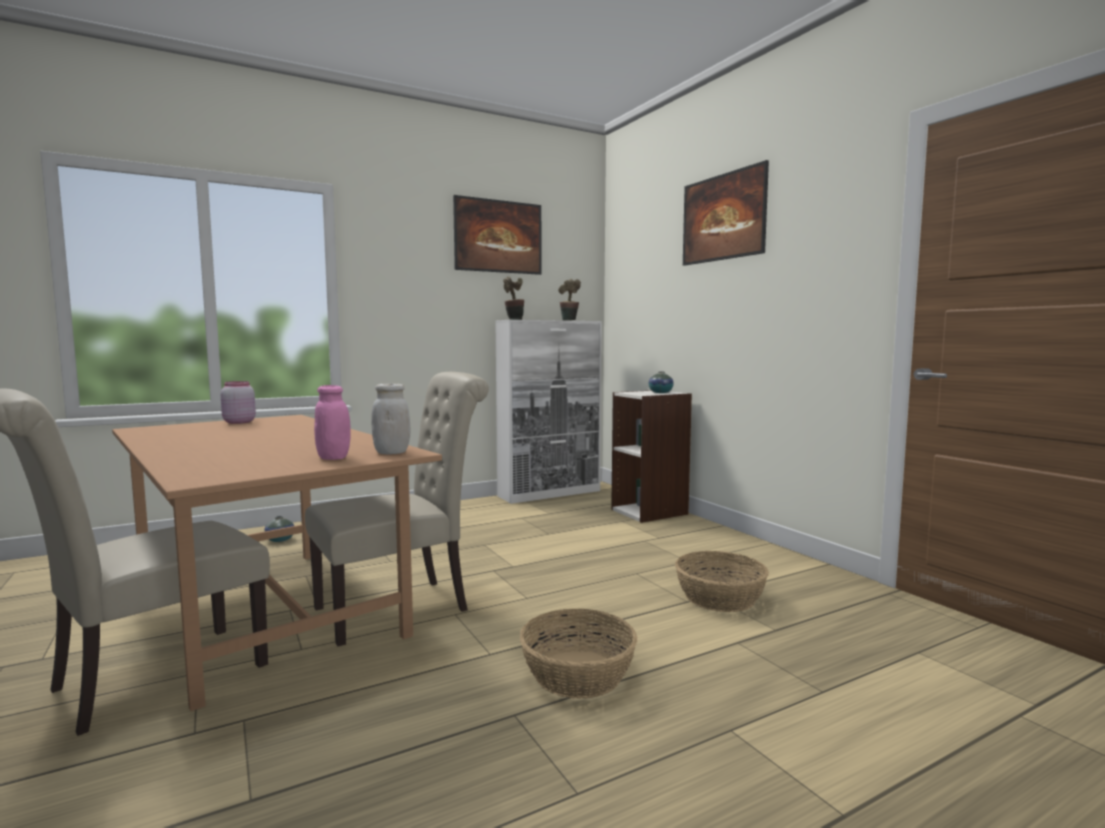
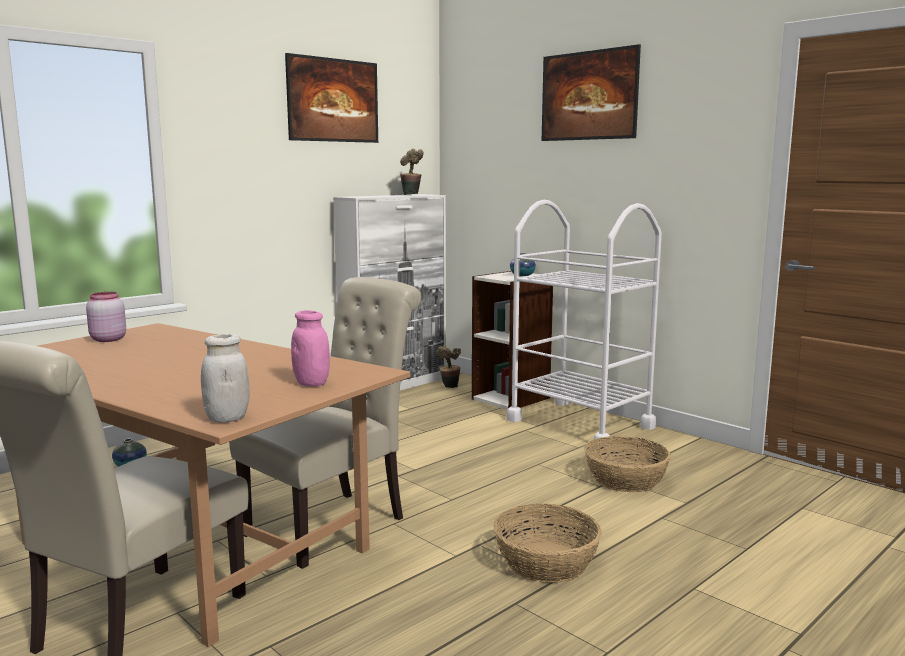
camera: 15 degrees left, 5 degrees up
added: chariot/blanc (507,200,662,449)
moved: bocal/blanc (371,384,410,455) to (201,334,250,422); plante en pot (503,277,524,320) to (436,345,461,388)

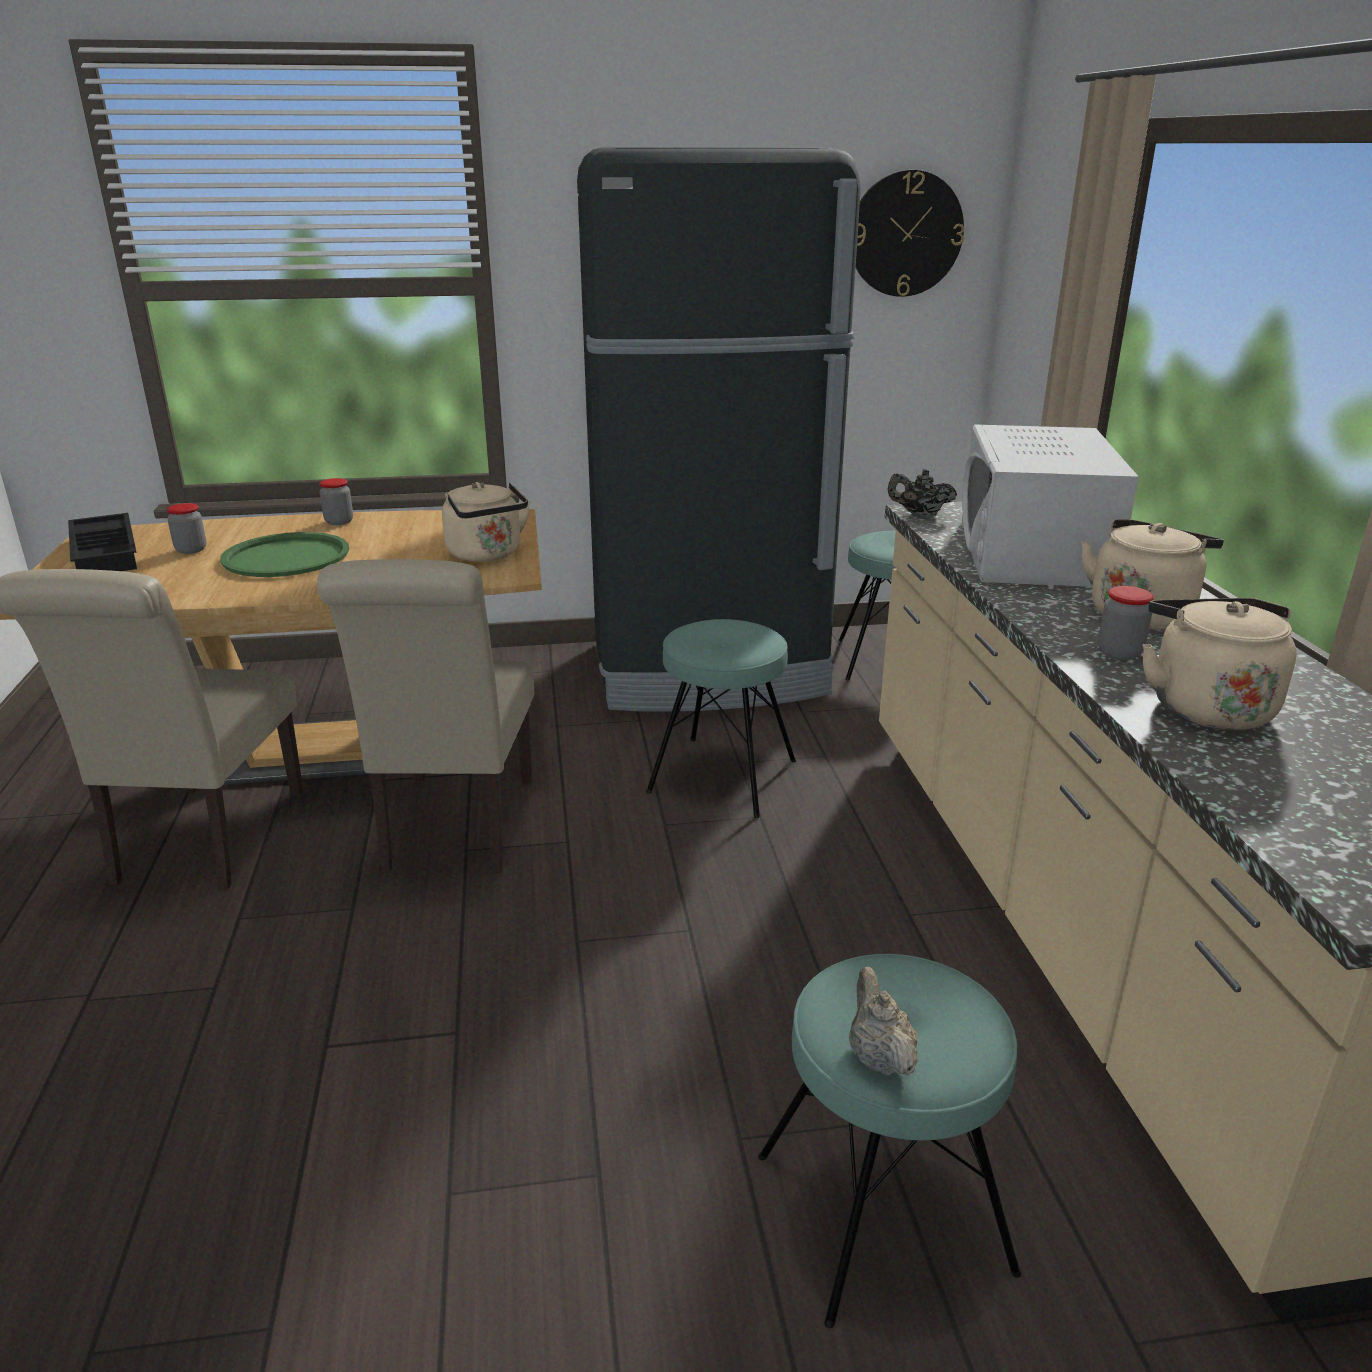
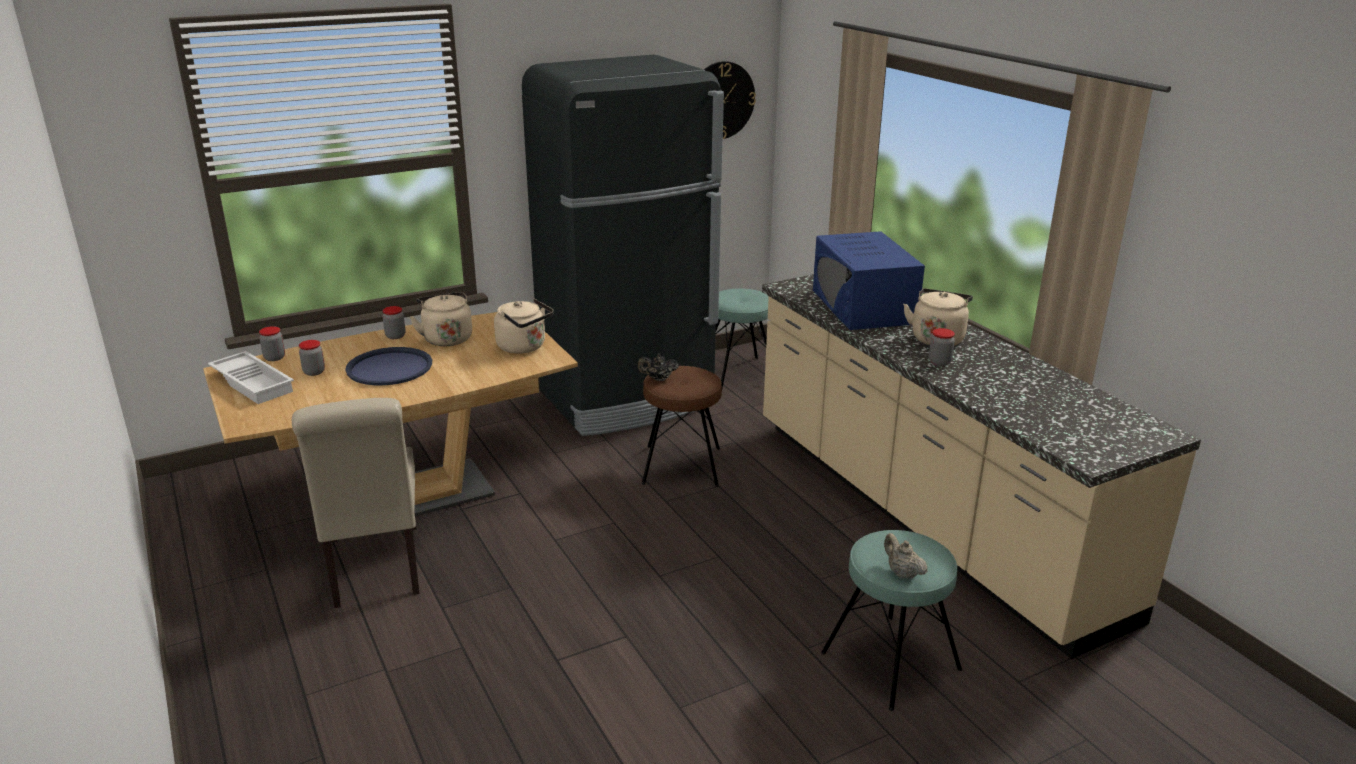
camera: 20 degrees left, 0 degrees up
removed: chaise/beige (317,559,534,873)
added: bocal (259,326,285,361)
moved: théière/noir (887,469,957,518) to (638,353,679,381); bouilloire/beige (1143,598,1297,730) to (410,292,472,346)
recoloured: plateau/noir (68,513,137,571) to plateau/blanc (208,351,294,404); plateau/vert (220,532,349,577) to plateau/bleu (345,347,432,386); tabouret/turquoise (646,619,796,818) to tabouret/marron (642,366,722,487); micro-ondes/blanc (962,424,1139,587) to micro-ondes/bleu (813,231,925,330)

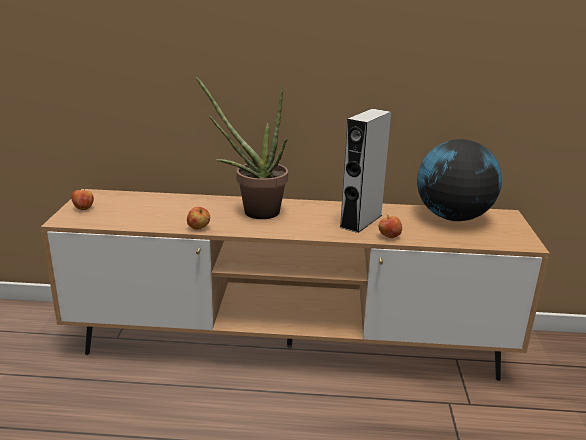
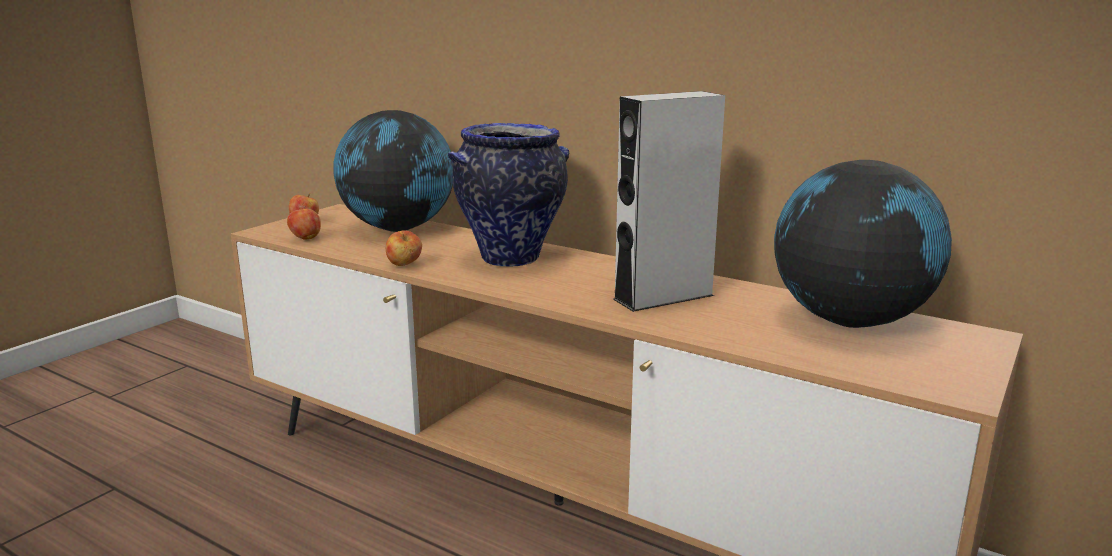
camera: 30 degrees right, 5 degrees down
added: globe (333,110,454,232)
moved: pomme (379,216,402,238) to (287,206,321,240)
replaced: plante en pot (196,76,288,219) to vase (448,123,569,267)

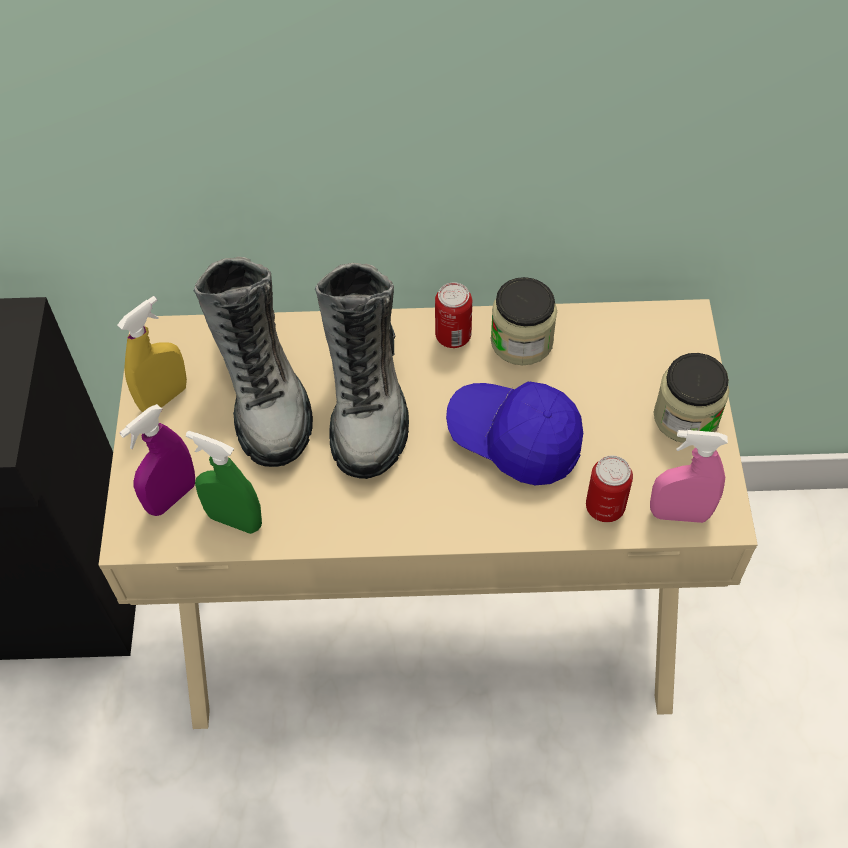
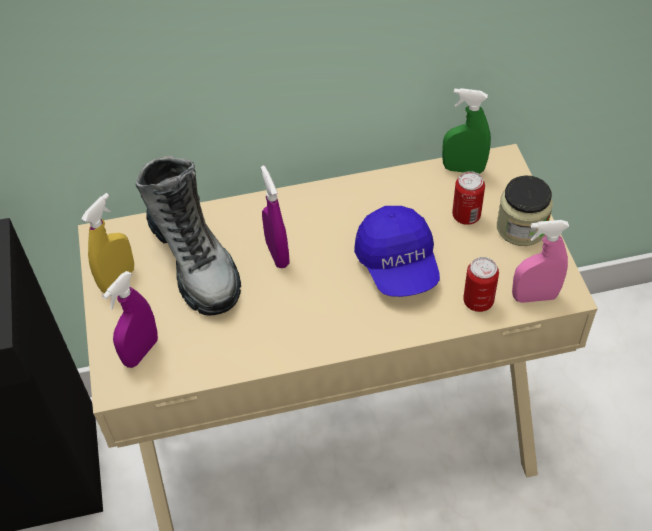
camera: 10 degrees left, 5 degrees down
removed: bocal (491,277,557,365)
moved: vaporisateur/vert (186,431,262,534) to (442,88,491,174); boîte métallique (435,282,472,348) to (452,171,485,225)
replaced: botte (315,263,409,479) to vaporisateur/violet (261,165,290,268)
turned: casquette/bleu (446,381,583,485) = (354,206,440,297) 120 degrees counterclockwise

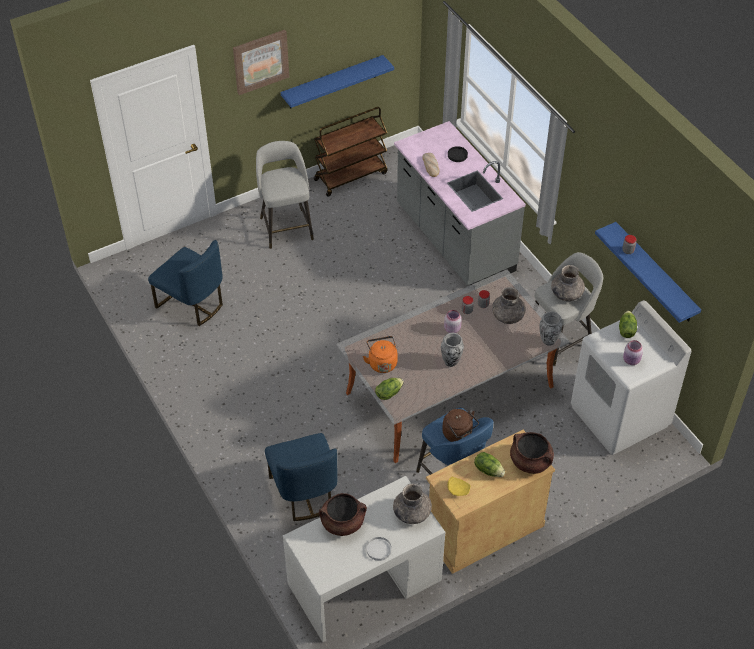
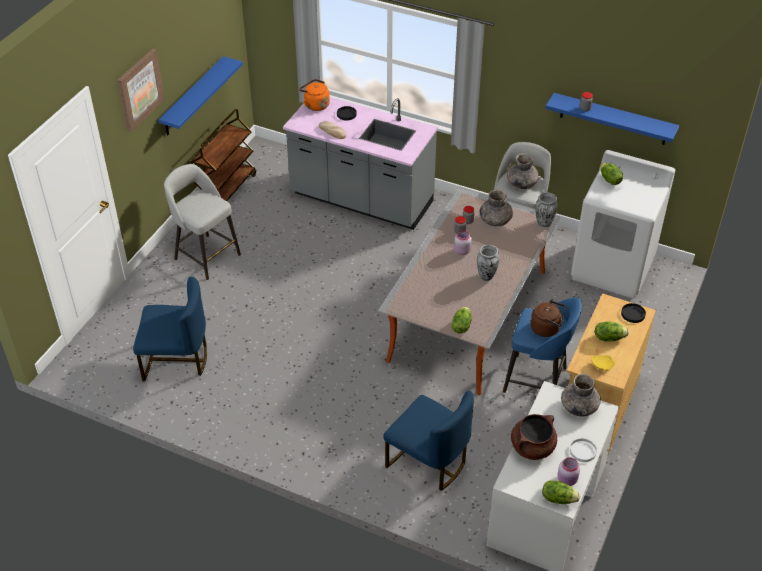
camera: 35 degrees left, 5 degrees down
added: laitue (542,480,580,504)
moved: bouilloire/orange (363,336,398,373) to (299,79,330,111); bocal/rose (623,340,643,365) to (557,457,580,486)
replaced: marmite/marron (510,432,554,474) to assiette/noir (621,303,646,323)

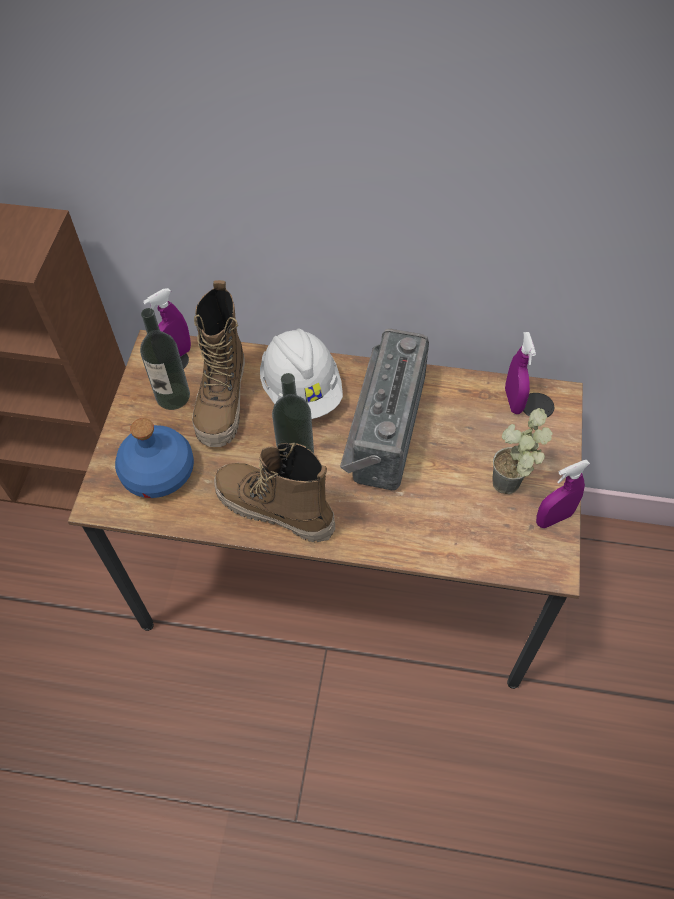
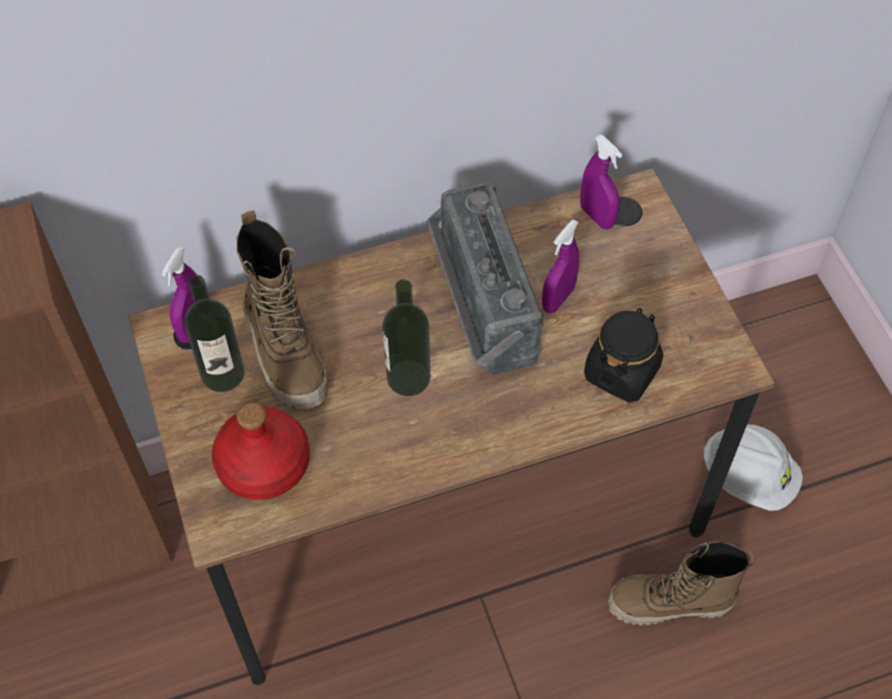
camera: 30 degrees left, 0 degrees up
removed: plante en pot (492,408,553,494)
added: bocal/noir (584,308,663,402)
moved: botte (214,443,335,542) to (608,541,755,625); casque de chantier/blanc (260,328,343,419) to (703,424,803,511); vaporisateur/violet (536,460,590,528) to (542,219,579,313)
recoloured: bouteille/bleu (115,418,194,498) to bouteille/rouge (212,402,310,500)

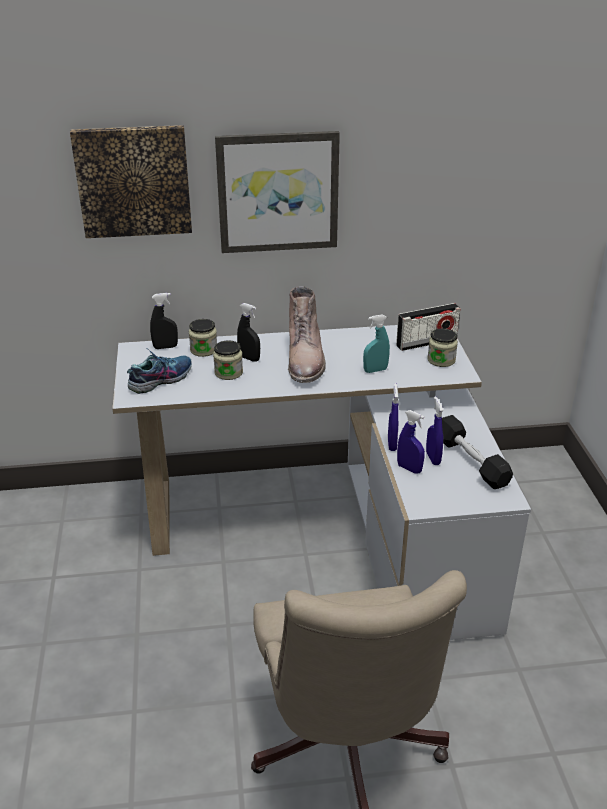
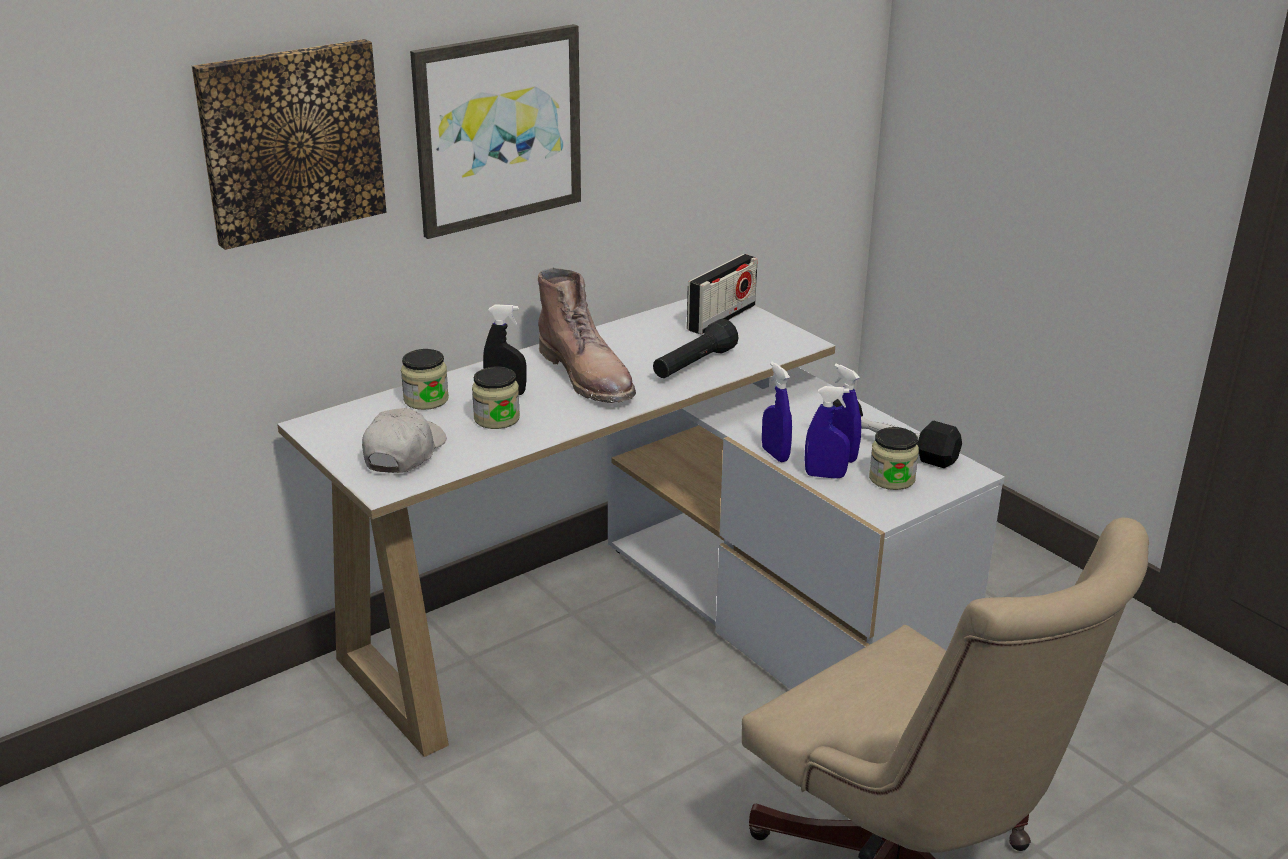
camera: 30 degrees left, 5 degrees down
removed: vaporisateur/noir (150,293,178,349)
moved: bocal (427,329,458,367) to (869,427,919,490)
replaced: chaussure (127,348,192,394) to casquette/blanc (362,408,447,473); vaporisateur/turquoise (363,314,390,373) to lampe de poche/noir (653,319,739,378)

